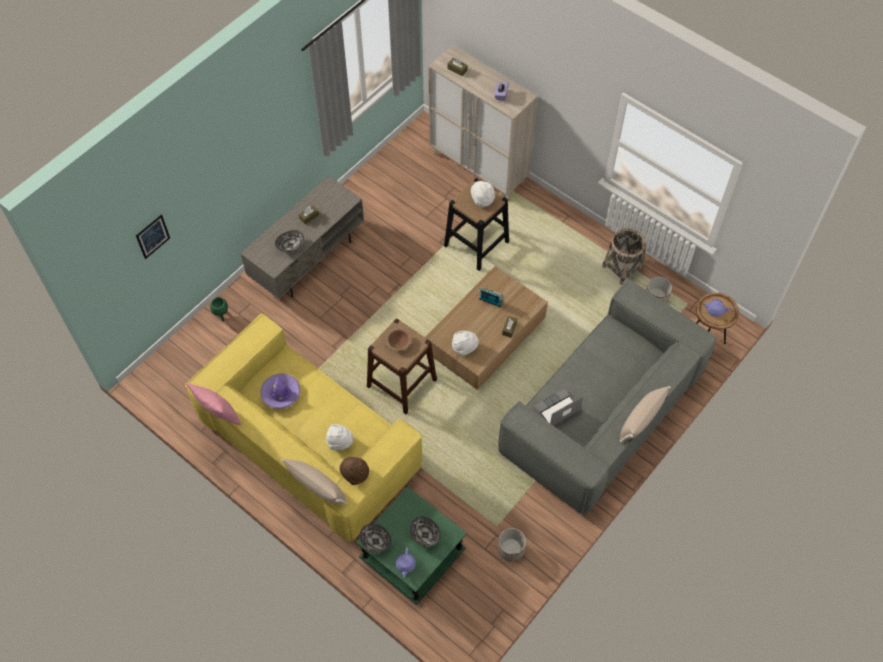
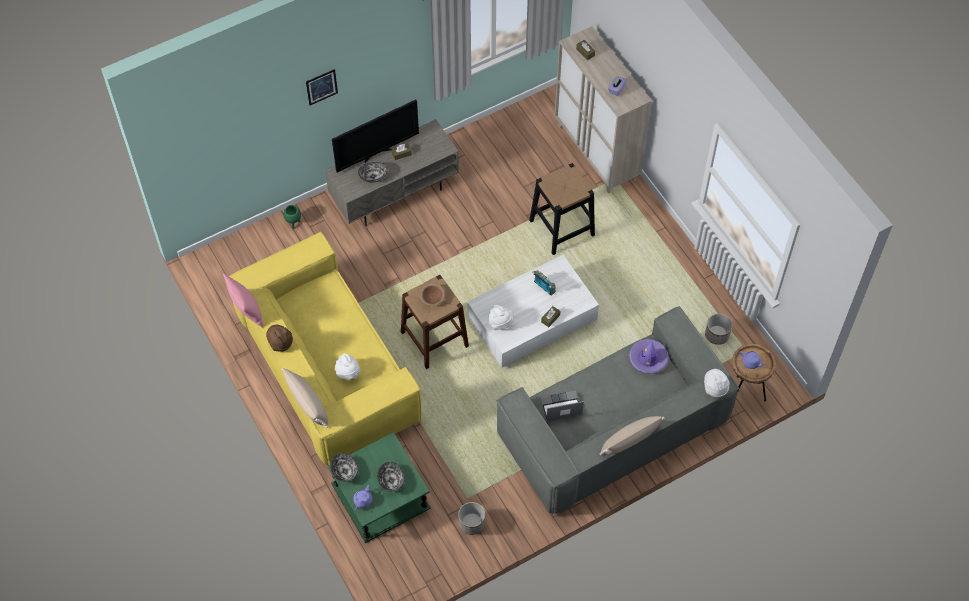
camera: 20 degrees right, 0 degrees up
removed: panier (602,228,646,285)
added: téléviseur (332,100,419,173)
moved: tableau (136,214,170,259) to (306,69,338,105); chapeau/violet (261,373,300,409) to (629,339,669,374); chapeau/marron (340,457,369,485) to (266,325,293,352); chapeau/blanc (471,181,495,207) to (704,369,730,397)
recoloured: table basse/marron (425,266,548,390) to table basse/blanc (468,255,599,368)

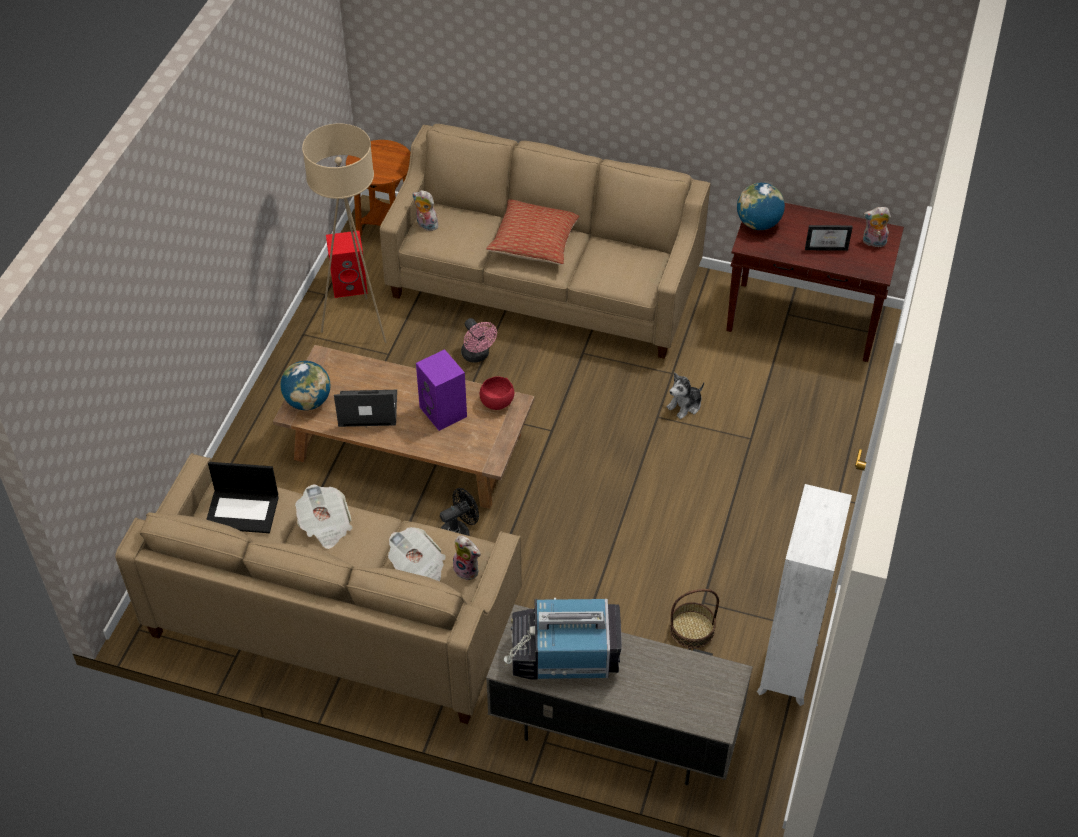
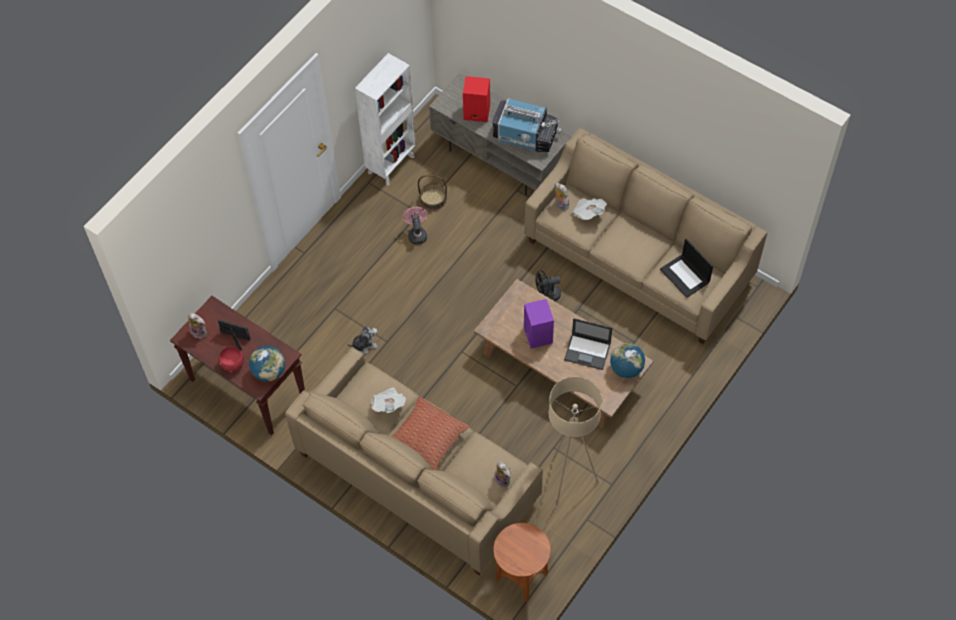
camera: 160 degrees left, 10 degrees up
moved: journal (295,484,353,549) to (371,388,407,413); enceinte/rouge (326,231,368,298) to (463,76,490,122); ventilateur/rose (461,318,497,362) to (402,207,427,245); bol/rouge (480,377,514,410) to (218,346,244,372)
turned: ordinateur portable (206,462,279,533) = (660,238,713,298) 150 degrees counterclockwise

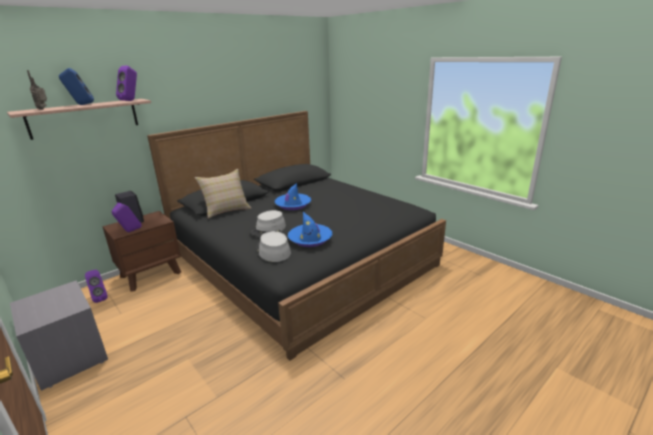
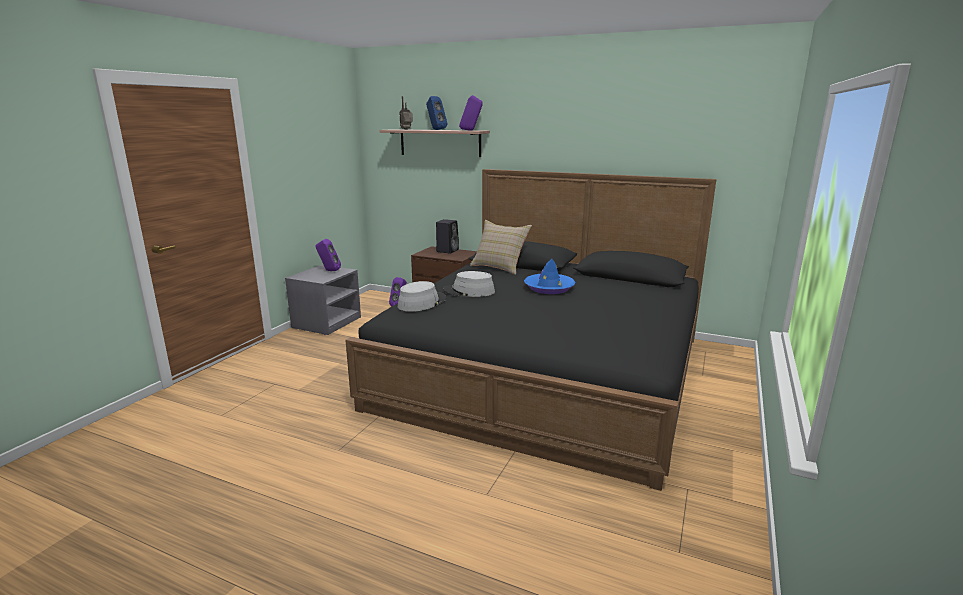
camera: 65 degrees right, 5 degrees down
removed: chapeau/bleu (288,212,332,247)
moved: enceinte/violet (111,202,142,232) to (315,239,341,271)

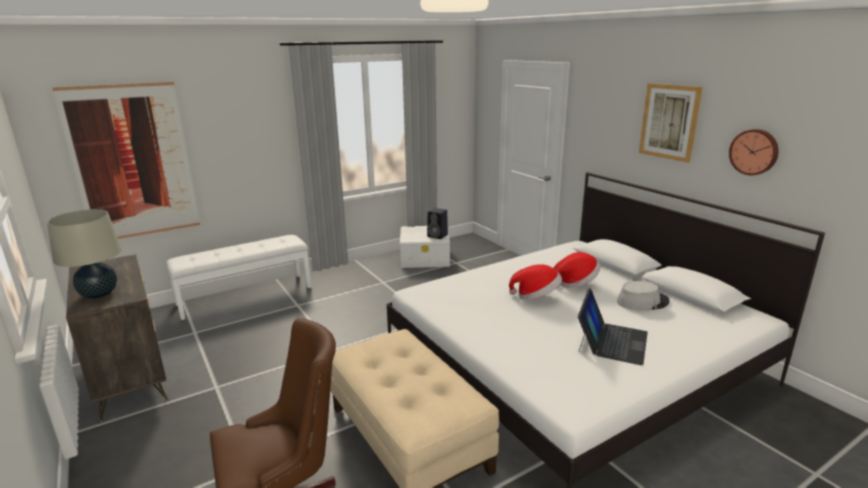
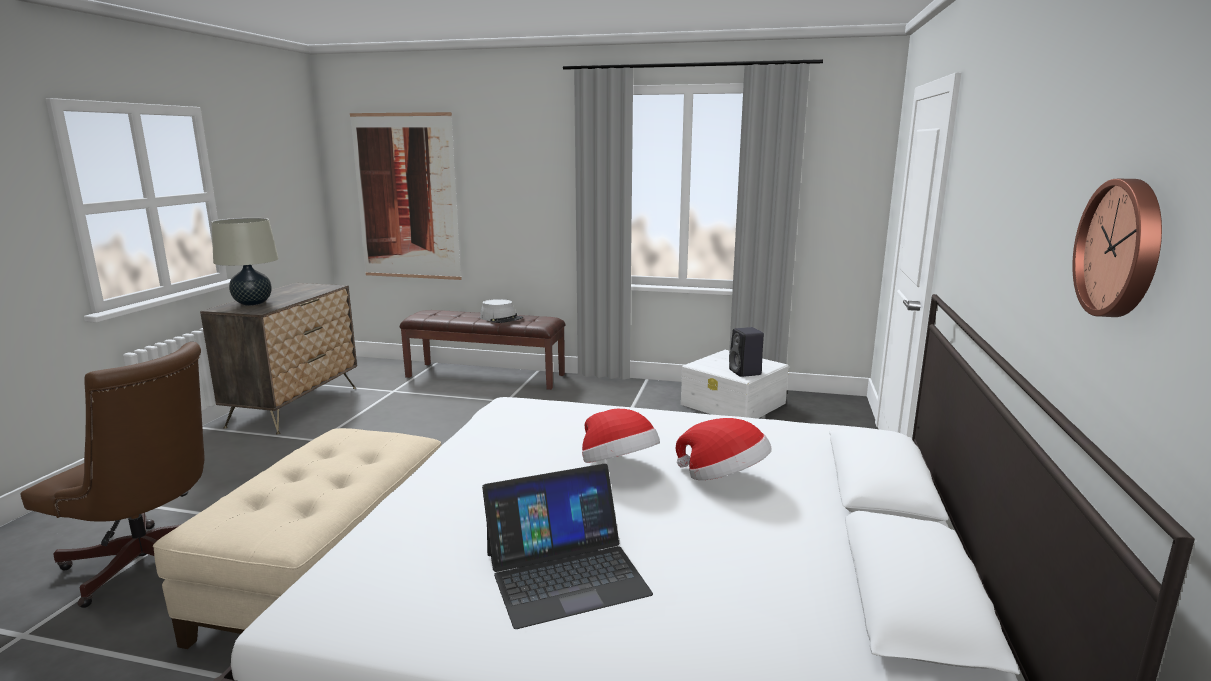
camera: 45 degrees right, 5 degrees down
removed: tableau (639,83,703,163)
moved: chapeau/gris (617,281,670,311) to (480,299,523,323)
recoloured: banc/blanc (166,235,311,320) to banc/marron (400,310,566,390)

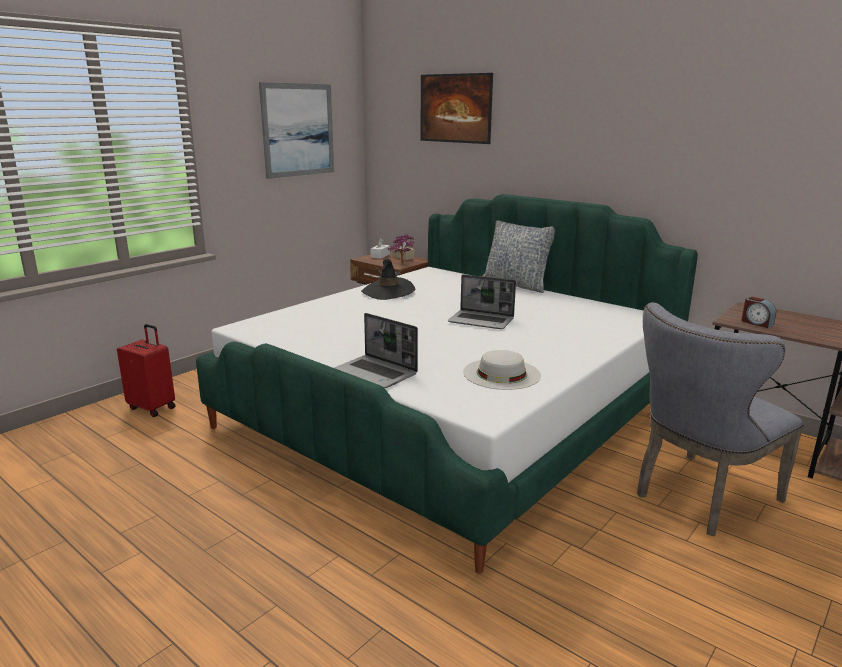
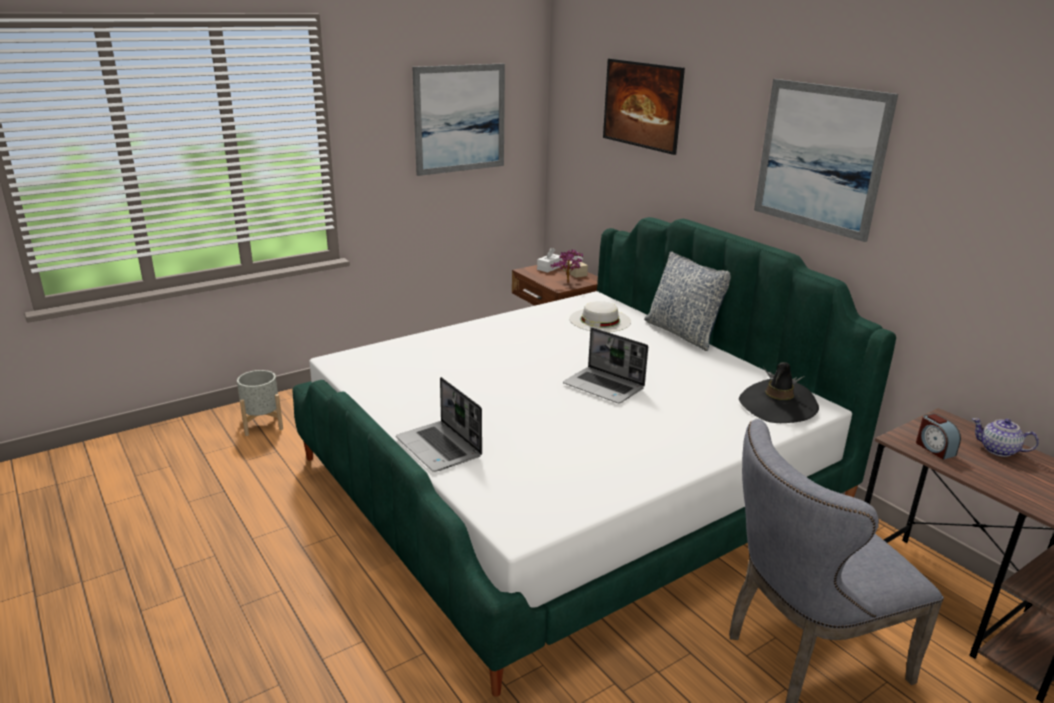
camera: 15 degrees right, 5 degrees up
added: tableau (754,79,898,242); théière (972,418,1039,457)
moved: chapeau/noir (361,259,416,300) to (739,362,819,423); chapeau/blanc (463,350,541,390) to (569,301,631,332)
replaced: valise/rouge (117,324,175,417) to cache-pot/gris (237,370,283,436)

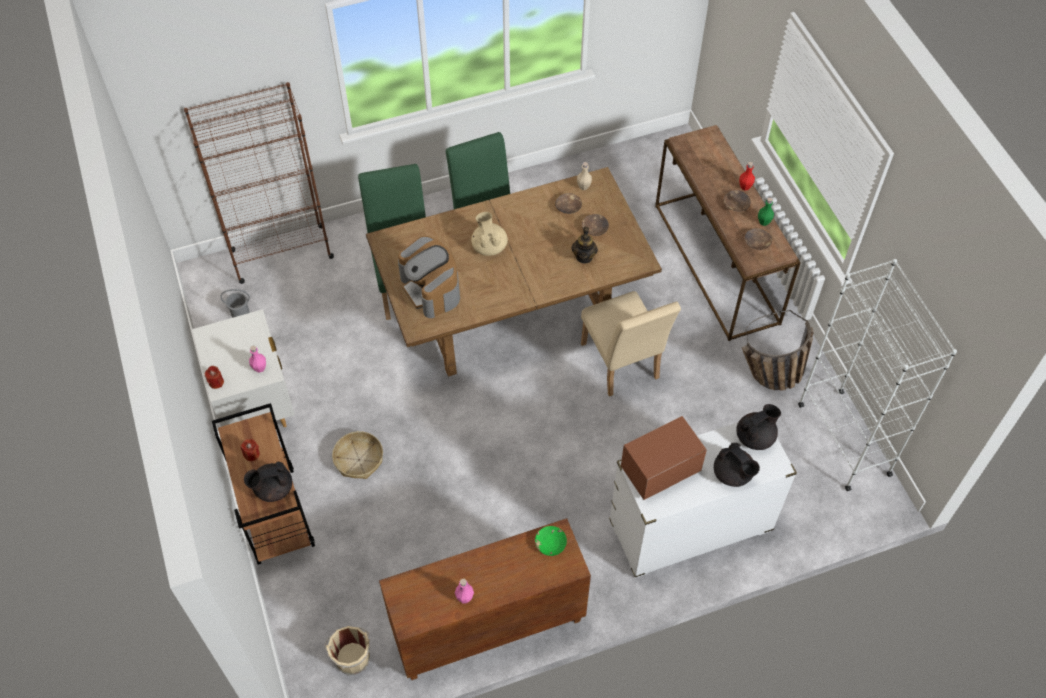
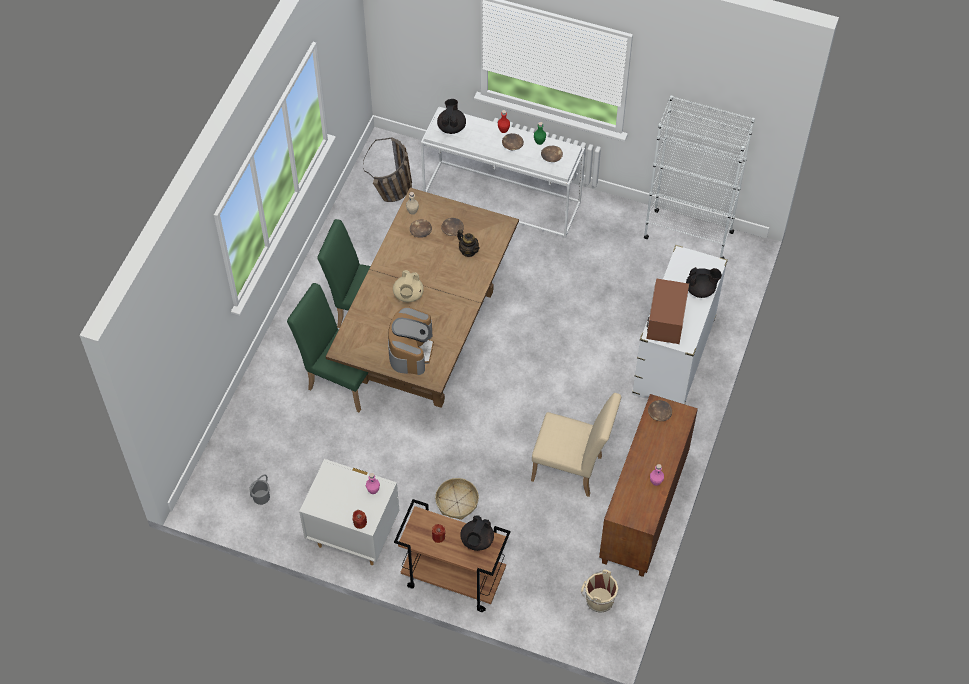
camera: 50 degrees left, 0 degrees up
removed: bibliothèque/marron (184,82,334,284)
moved: chaise/beige (581,291,681,396) to (531,393,621,497); théière/noir (736,404,781,450) to (437,99,466,134); panier (742,310,814,391) to (363,137,412,202)
recoloured: bol/vert (535,526,567,556) to bol/marron (648,400,672,421); table console/marron (655,125,801,341) to table console/blanc (421,107,585,238)
turned: machine à café (398,236,460,318) = (388,307,434,375) 90 degrees counterclockwise; théière/beige (471,212,508,256) = (393,270,424,302) 105 degrees counterclockwise

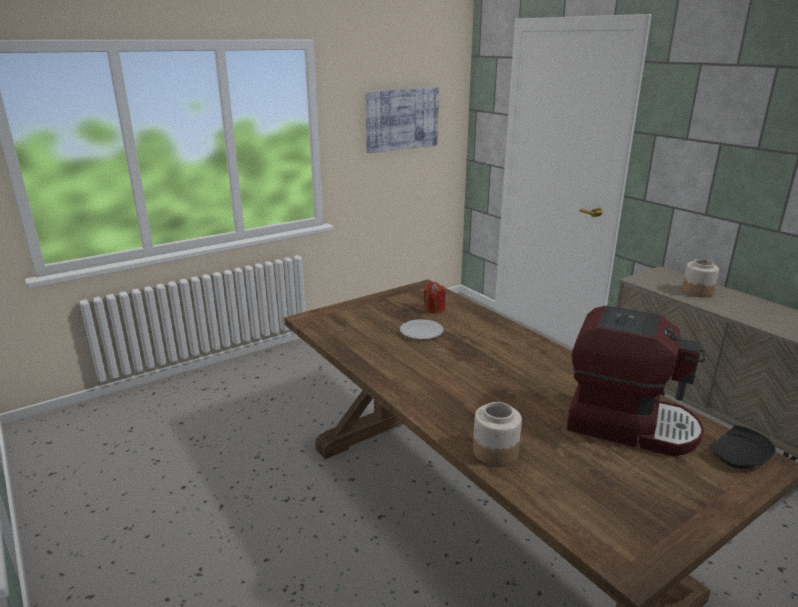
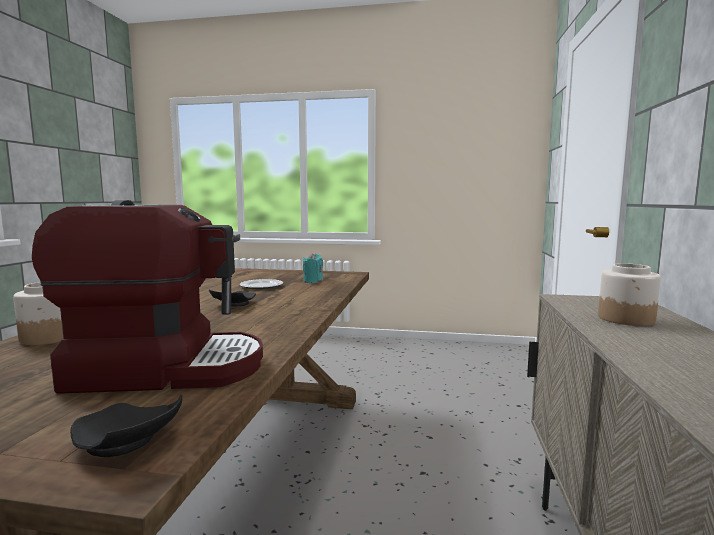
camera: 45 degrees right, 15 degrees down
removed: tableau (365,88,439,153)
added: assiette/noir (209,289,256,307)
recoloured: bougie/rouge (424,282,446,314) to bougie/turquoise (303,253,323,283)
turned: machine à café (566,306,706,457) = (32,200,263,394) 75 degrees counterclockwise

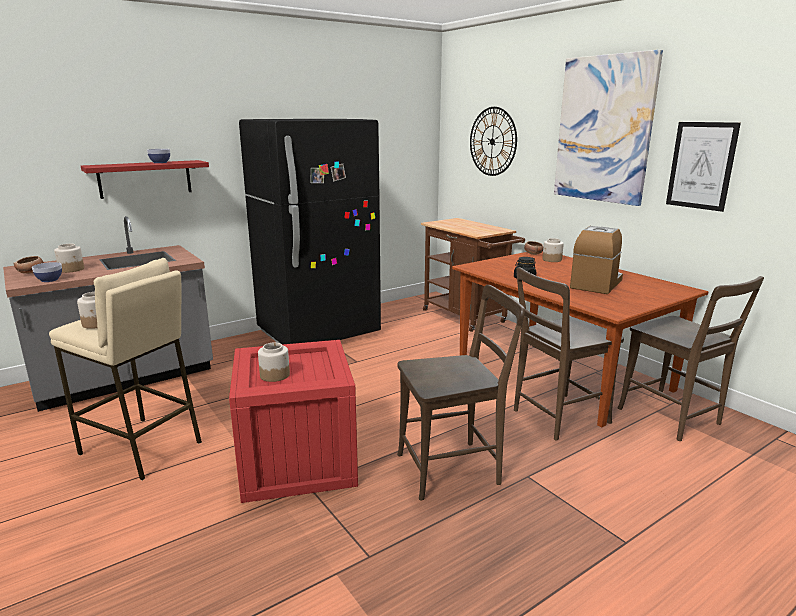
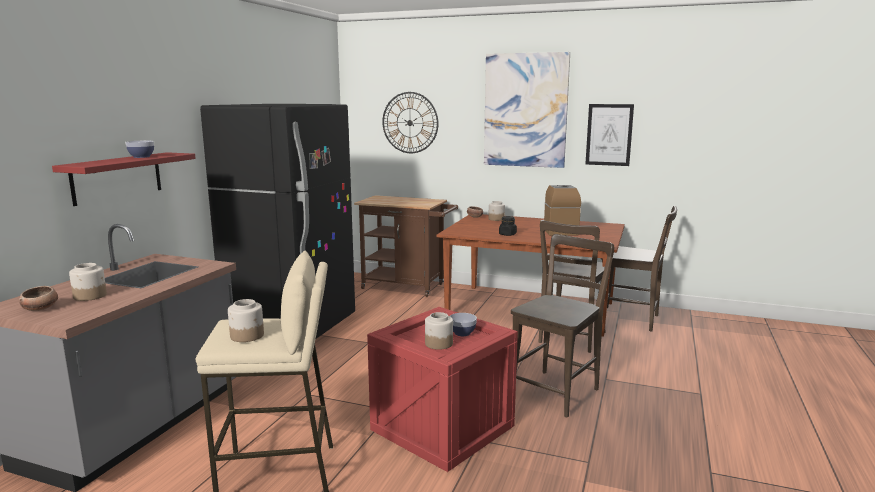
camera: 35 degrees left, 5 degrees down
moved: bol (32,262,62,282) to (450,313,477,336)

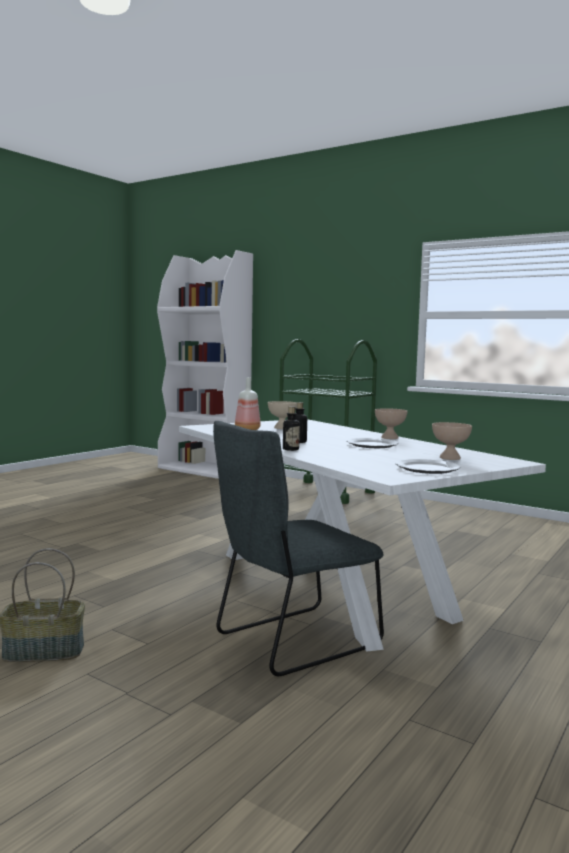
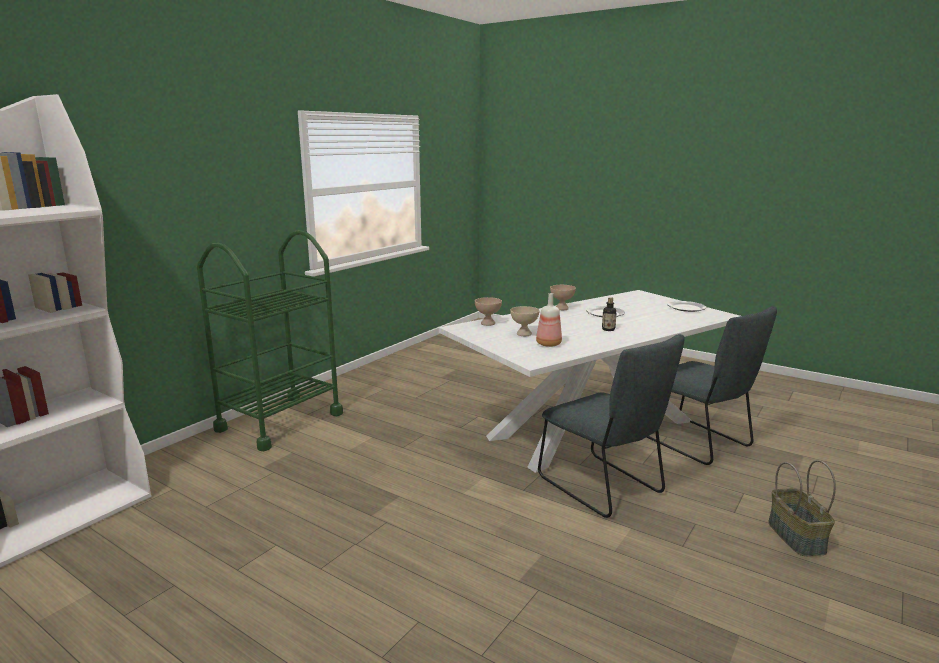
camera: 90 degrees left, 10 degrees up
removed: bouteille (283,406,300,451)
added: chaise/gris (538,334,685,518)
moved: bol/beige (432,422,472,460) to (475,297,502,326)

